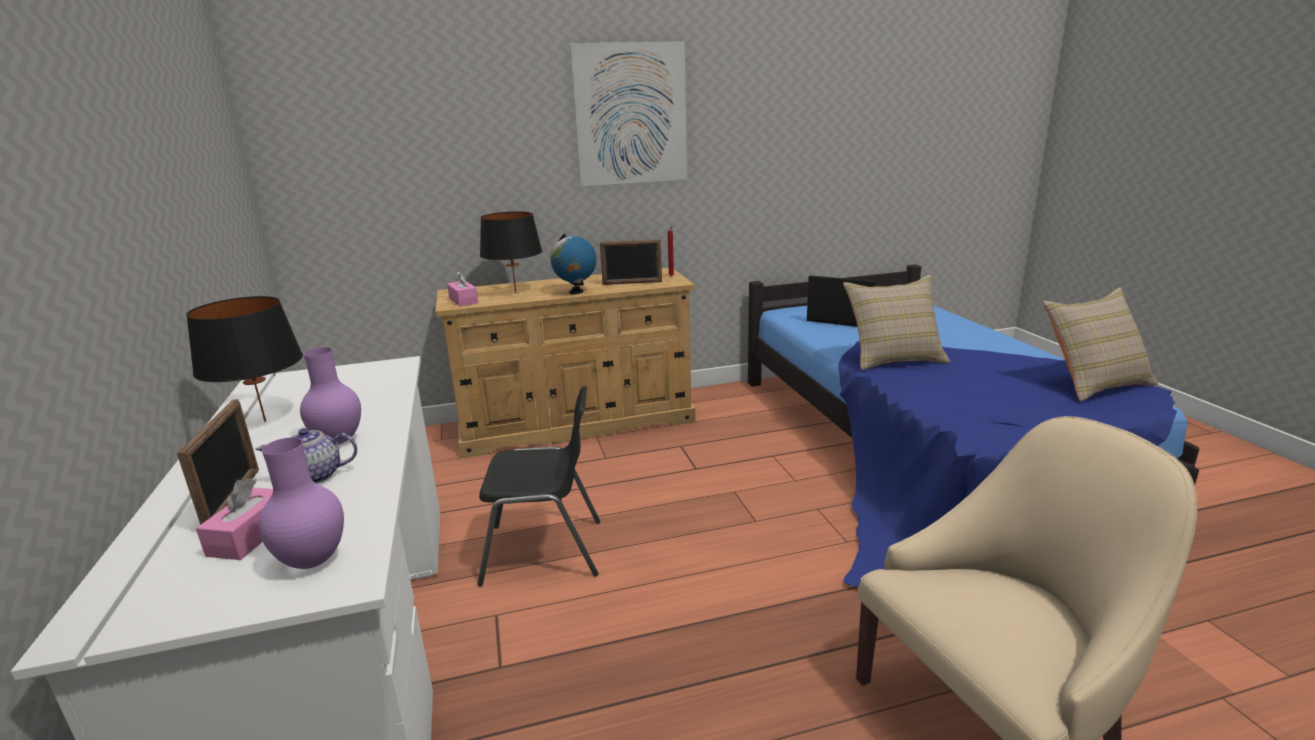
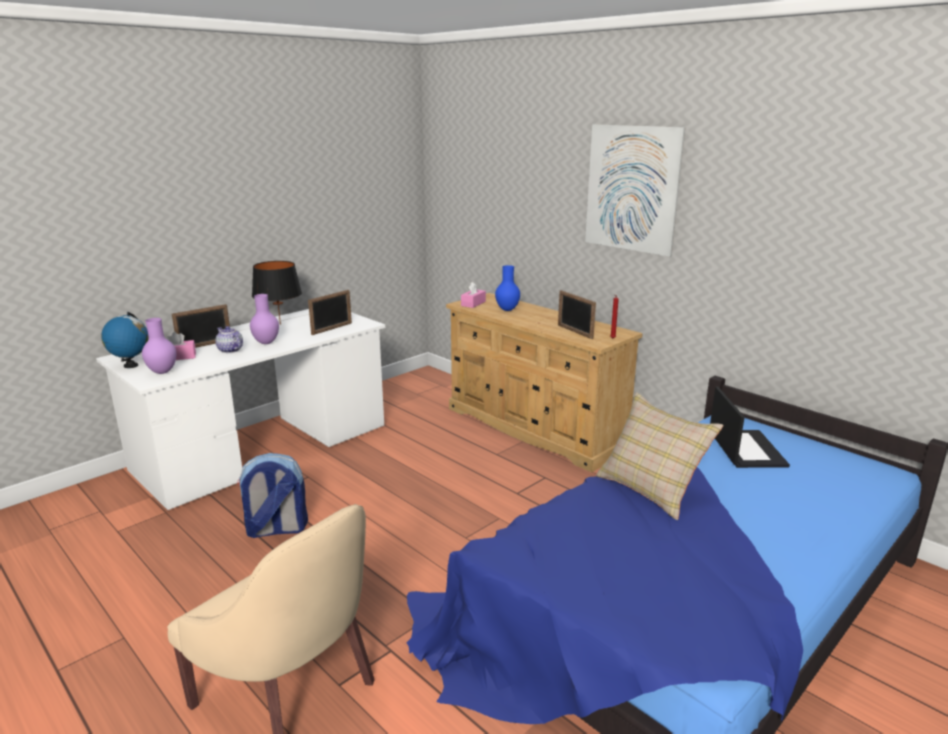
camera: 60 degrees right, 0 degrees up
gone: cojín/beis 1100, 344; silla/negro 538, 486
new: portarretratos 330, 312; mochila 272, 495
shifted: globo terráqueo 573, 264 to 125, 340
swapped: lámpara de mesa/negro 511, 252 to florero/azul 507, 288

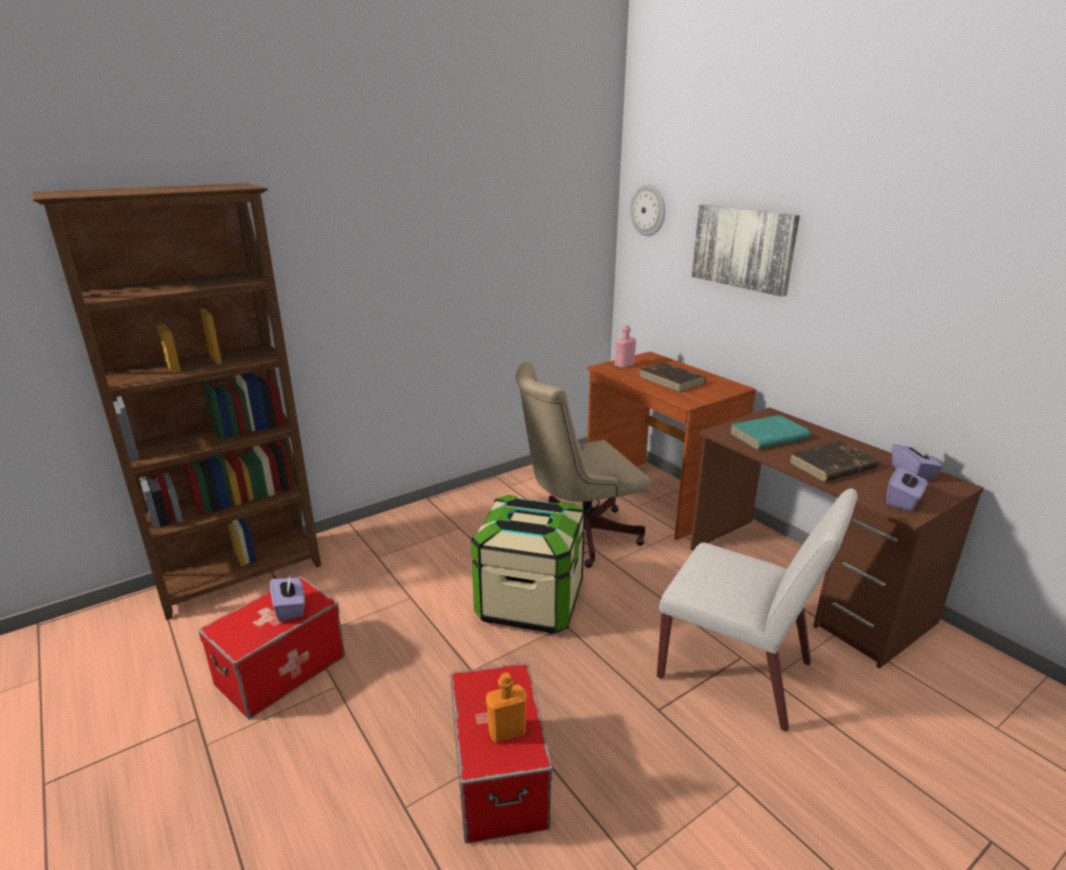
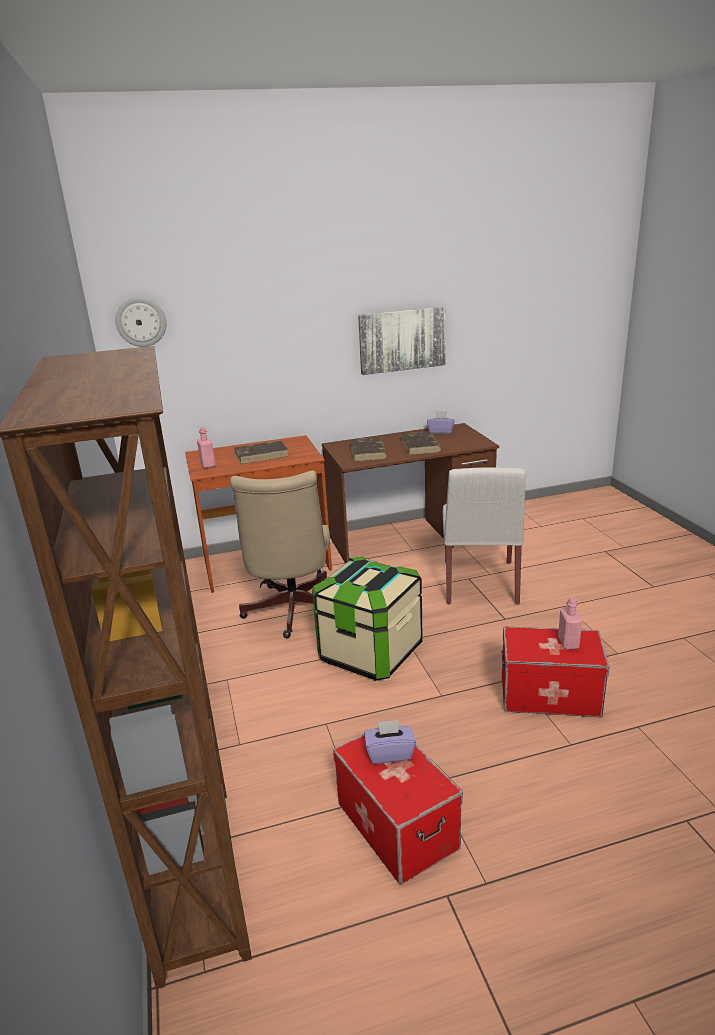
camera: 70 degrees left, 0 degrees up
gone: caja de pañuelos/morado 907, 489
shifted: cuadro 746, 250 to 402, 341
repainted: libro/turquesa 769, 432 to libro/marrón 368, 449; botella/naranja 506, 707 to botella/rosa 570, 623
rotated: silla/blanco 757, 610 = 484, 536 135 degrees clockwise

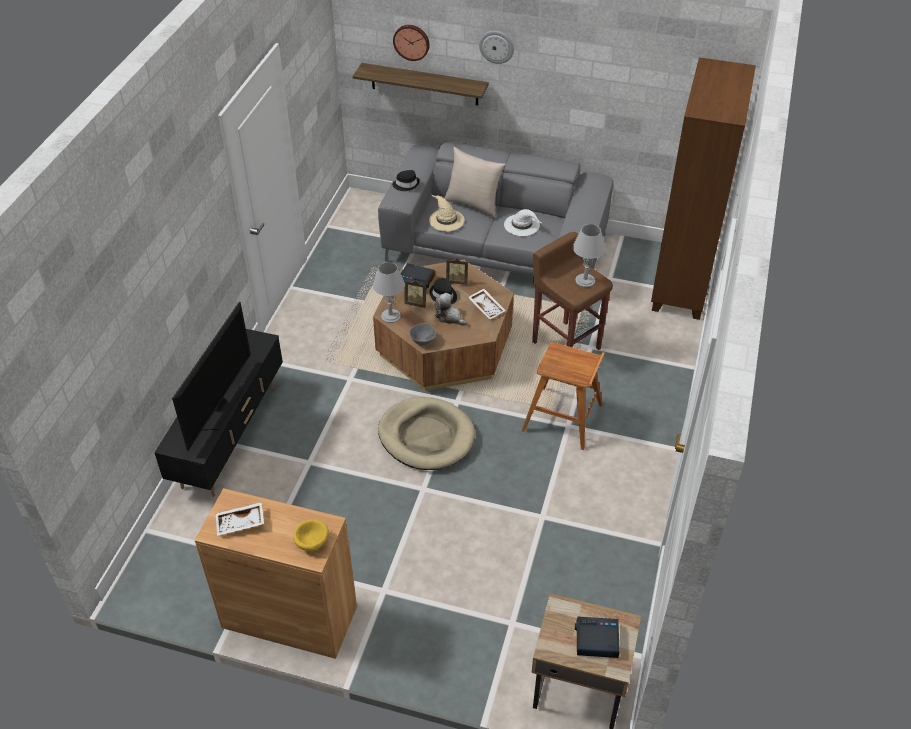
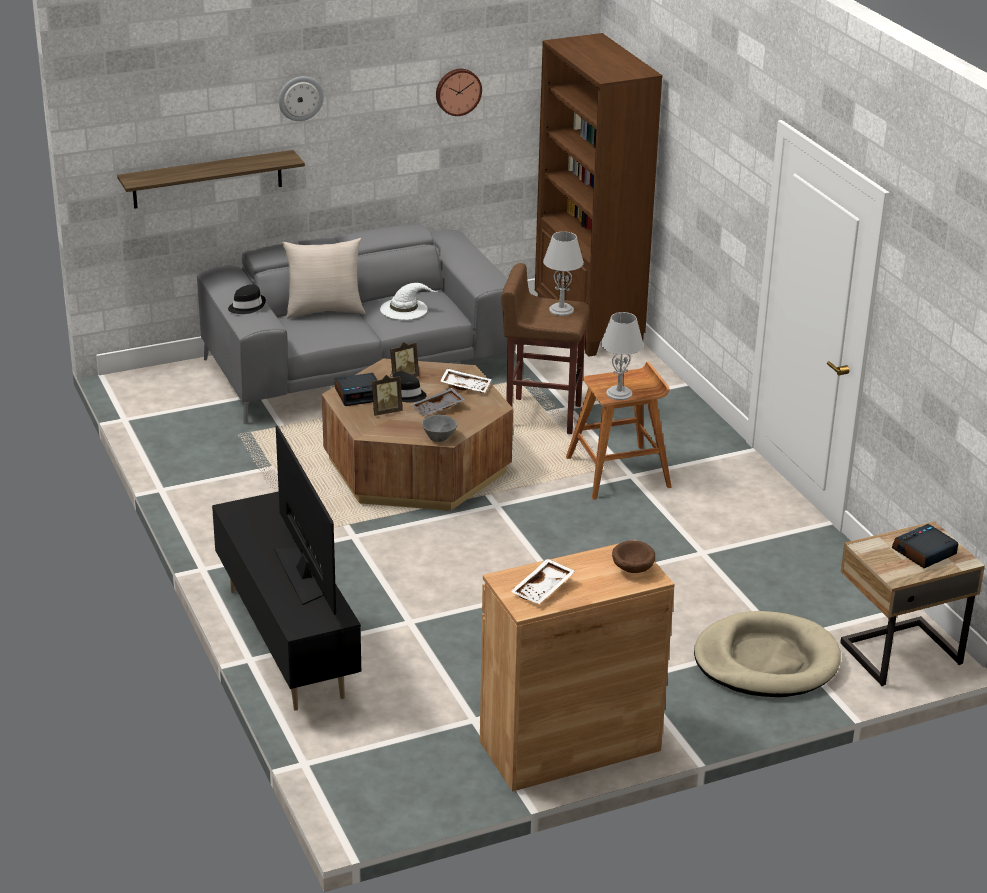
camera: 40 degrees left, 15 degrees down
gone: sombrero/beis 447, 212
shifted: reloj de pared 411, 43 to 459, 92; lámpara de mesa/gris 389, 292 to 622, 356; cama para perro/beis 426, 433 to 767, 654
swapped: peluche 450, 309 to bandeja/gris 438, 402
repainted: cuenco/amarillo 311, 535 to cuenco/marrón 633, 557

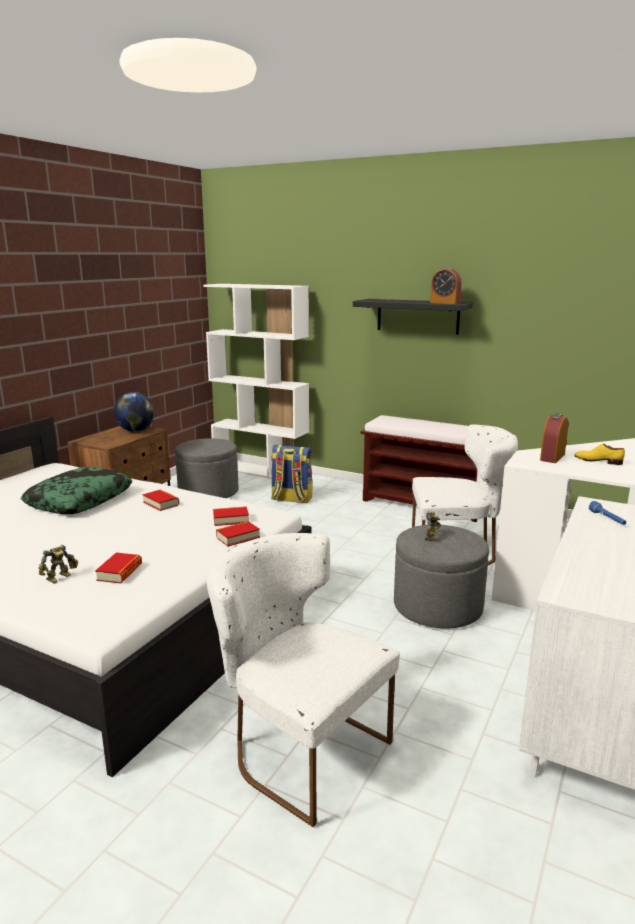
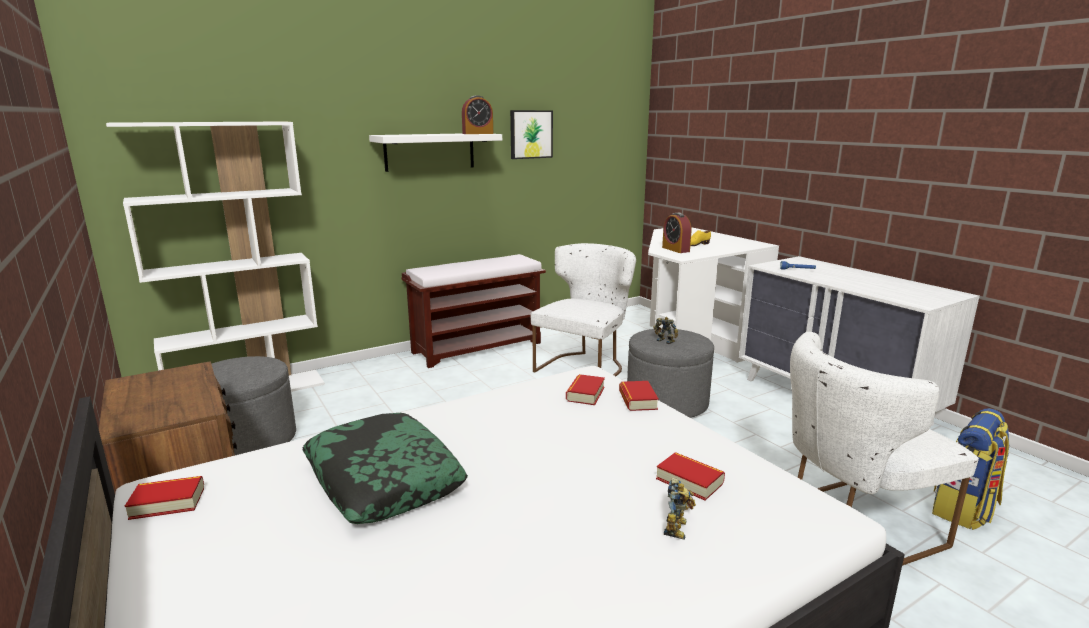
camera: 60 degrees left, 0 degrees up
gone: globo terráqueo 134, 412
new: cuadro 531, 134
shifted: mochila 292, 474 to 971, 469; libro 160, 500 to 164, 498
repainted: estante/negro 413, 317 to estante/blanco 435, 152
rotated: robot de juguete 58, 564 = 680, 509 45 degrees clockwise

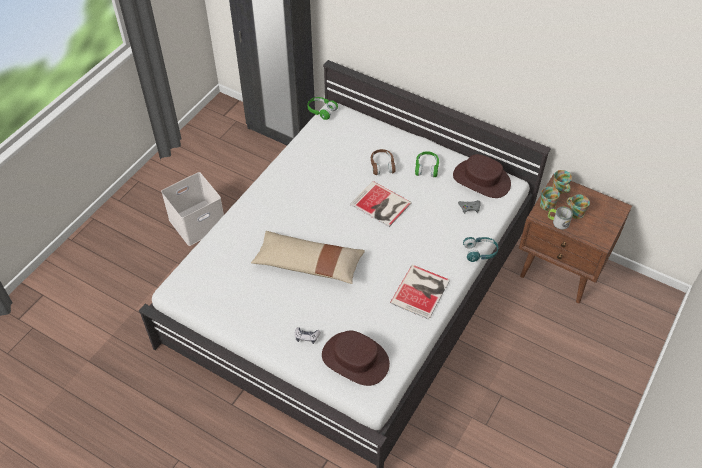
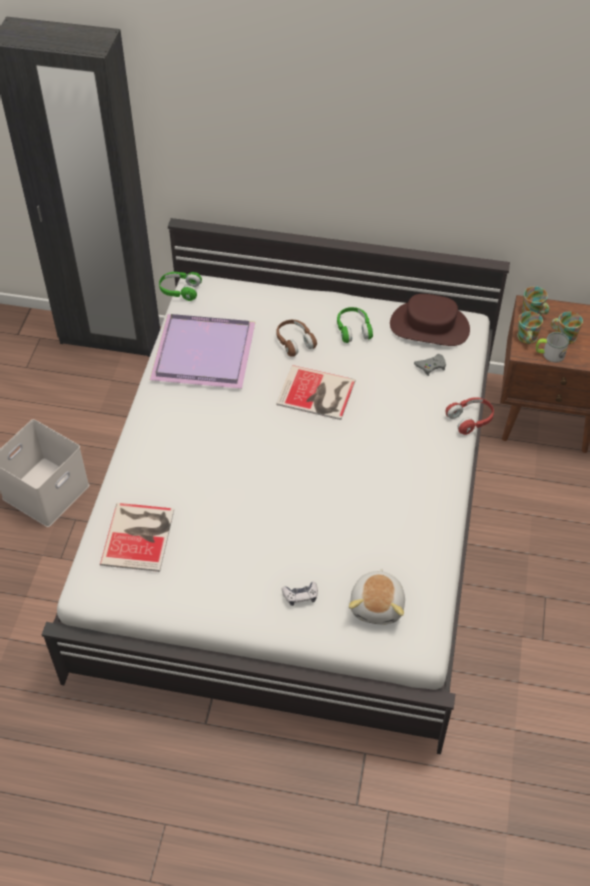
camera: 20 degrees left, 0 degrees up
gone: cojín/beis 308, 257
new: bandeja/morado 202, 351
shifted: libro 420, 292 to 137, 537
swapped: sombrero/marrón 356, 358 to peluche 377, 597
repainted: auriculares/turquesa 480, 249 to auriculares/rojo 470, 416

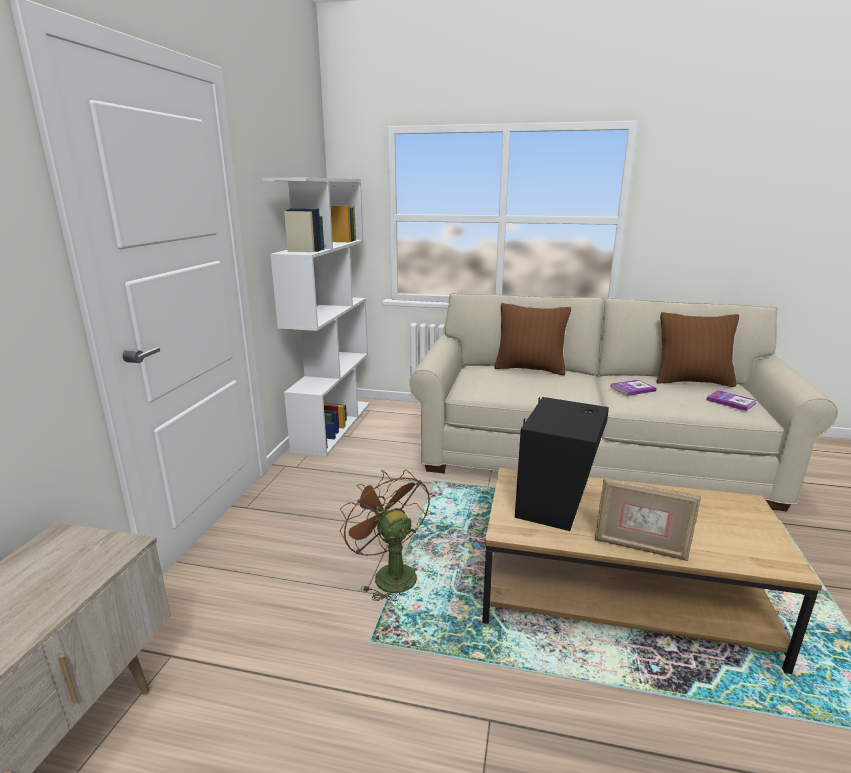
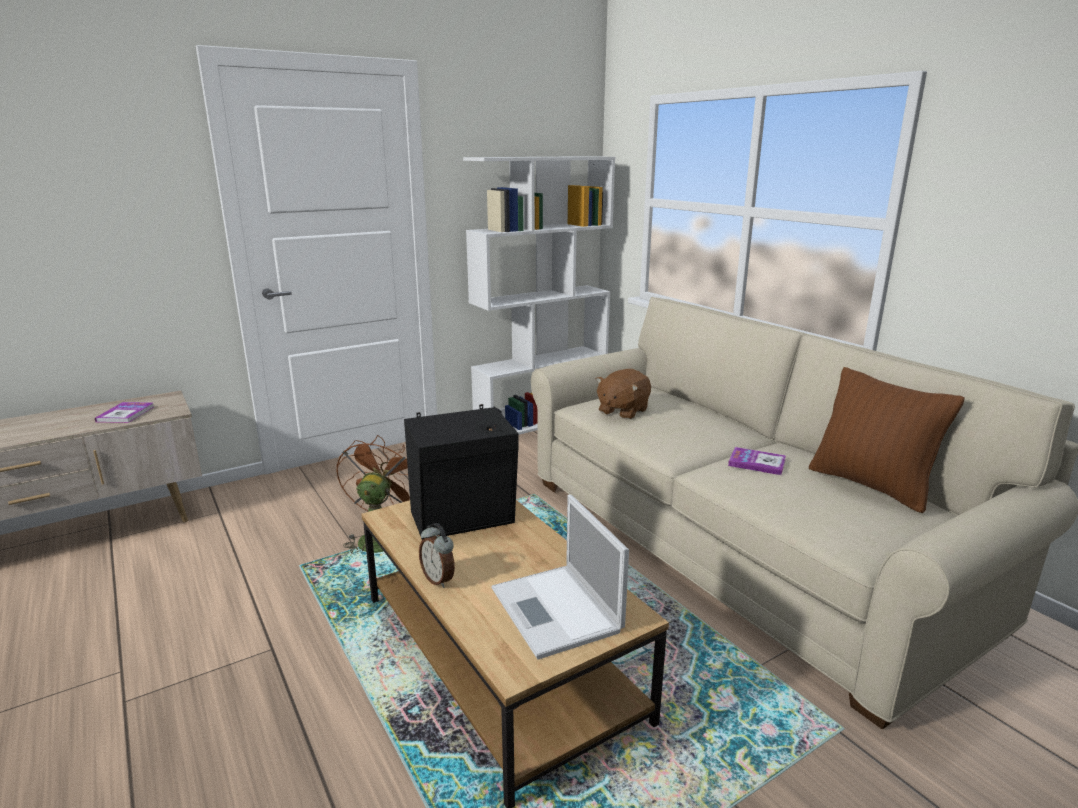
camera: 45 degrees right, 0 degrees up
gone: cojín/marrón 532, 339
new: peluche/marrón 623, 394; portátil 560, 577
shifted: libro 732, 400 to 124, 412
swapped: portarretratos 648, 519 to despertador 437, 555

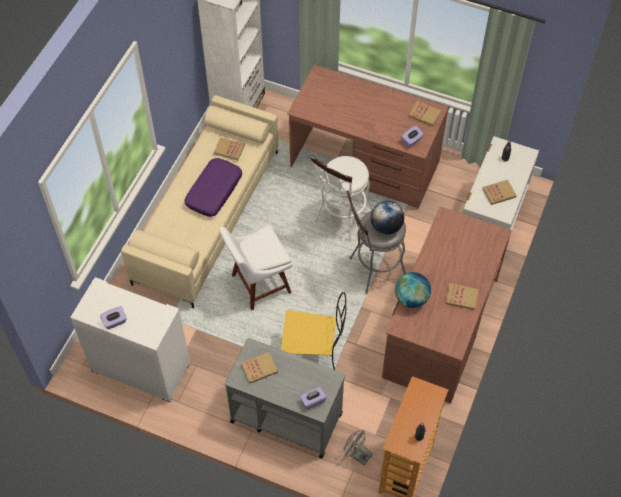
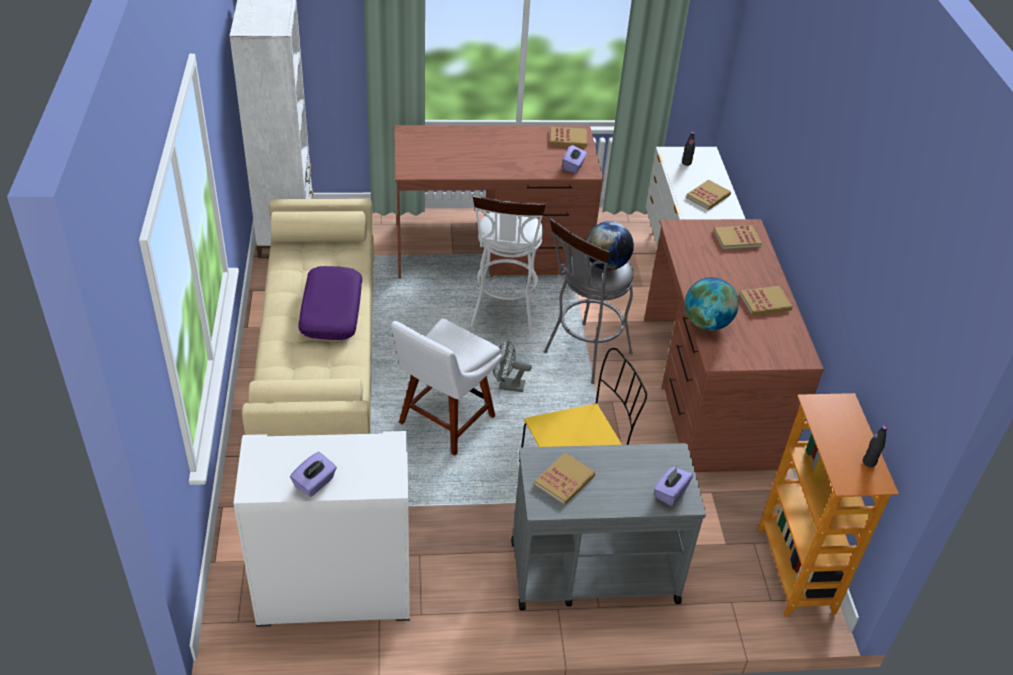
camera: 30 degrees left, 15 degrees down
shifted: libro 229, 149 to 738, 237; ventilador/gris 358, 447 to 512, 366

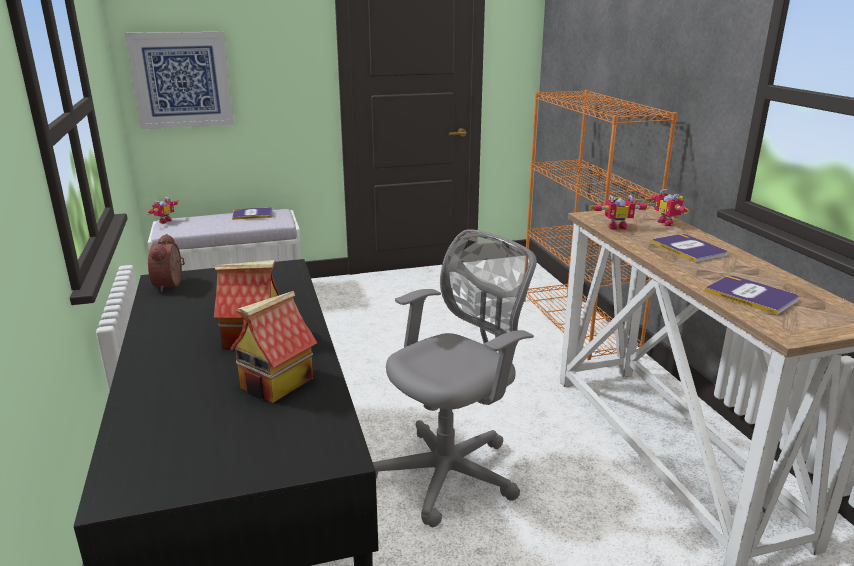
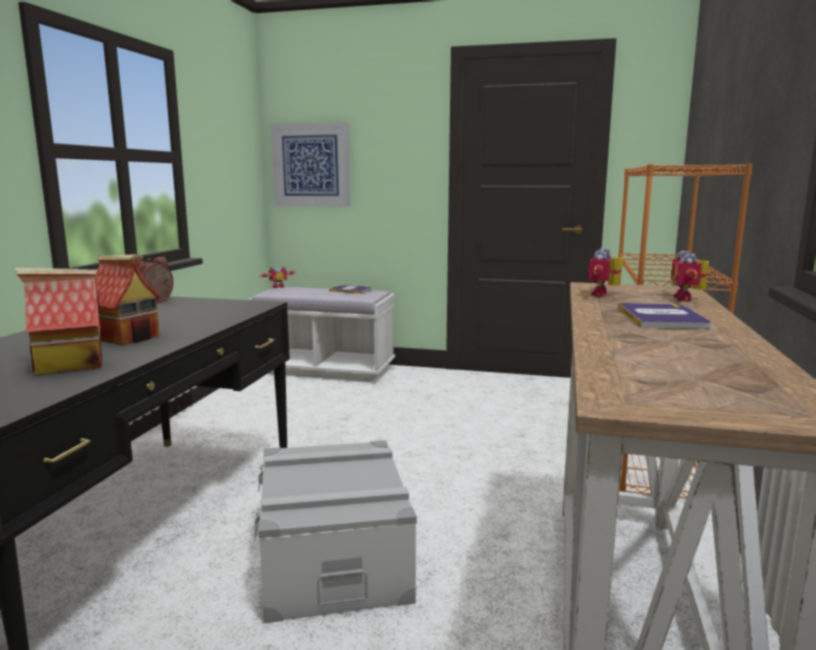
camera: 30 degrees right, 10 degrees down
gone: libro 751, 295
swapped: silla de oficina/gris 455, 378 to caja de almacenaje/gris 335, 531
rotated: robot de juguete 620, 212 = 605, 272 90 degrees clockwise

